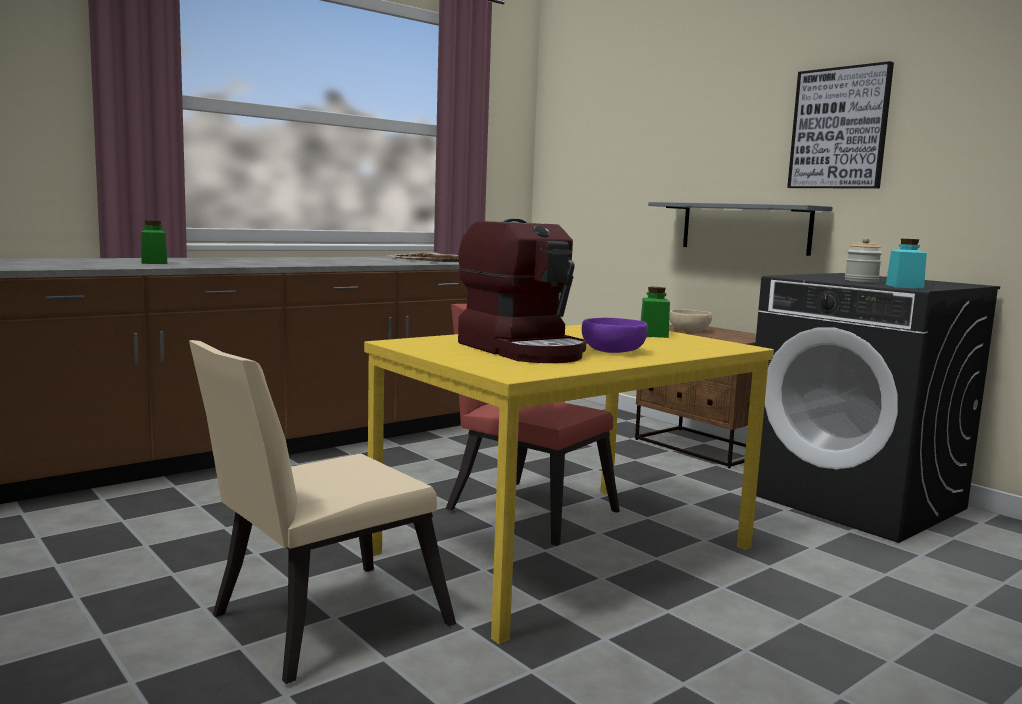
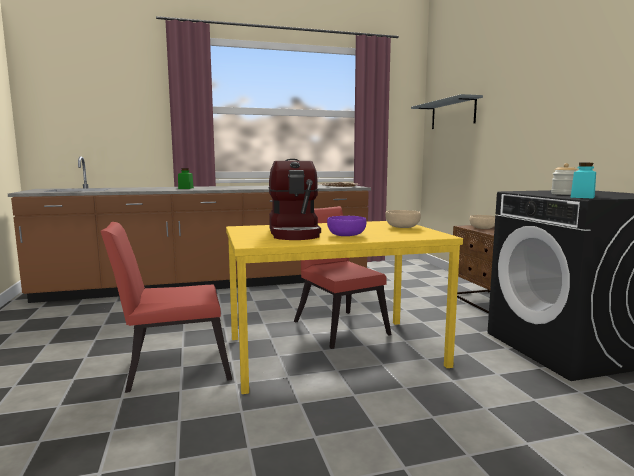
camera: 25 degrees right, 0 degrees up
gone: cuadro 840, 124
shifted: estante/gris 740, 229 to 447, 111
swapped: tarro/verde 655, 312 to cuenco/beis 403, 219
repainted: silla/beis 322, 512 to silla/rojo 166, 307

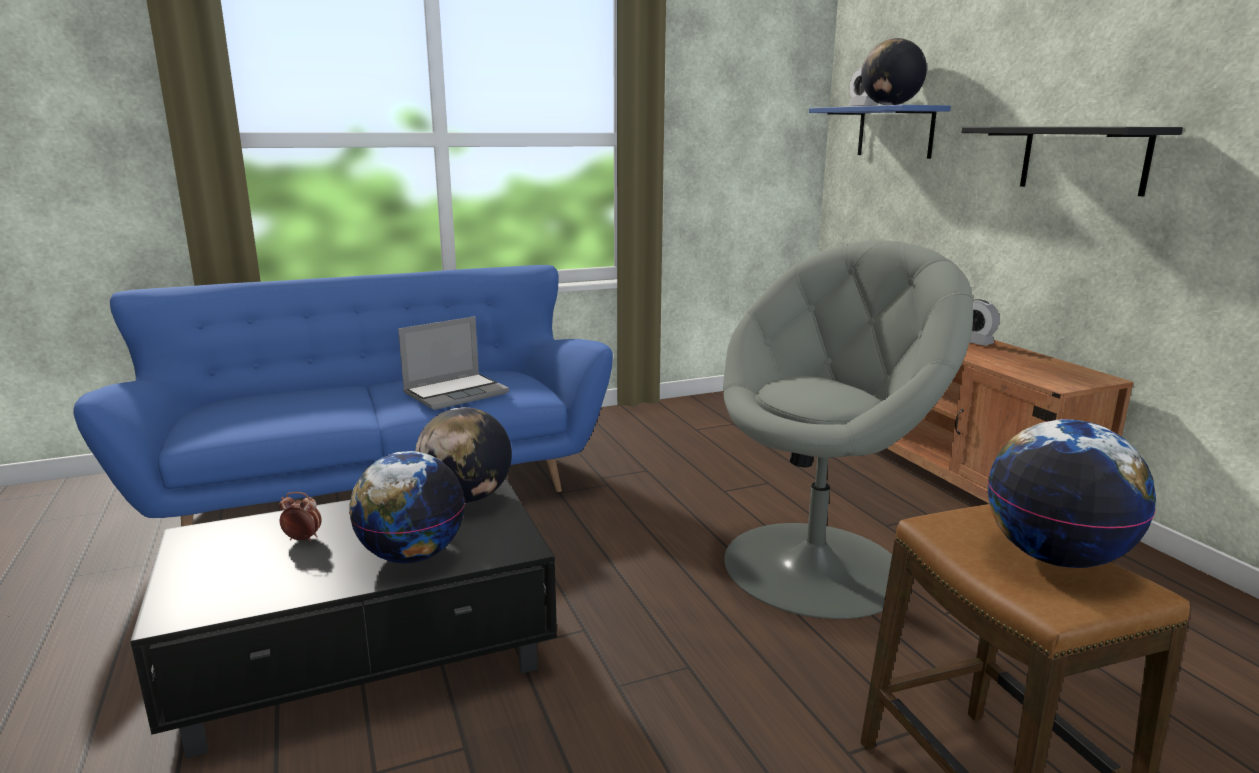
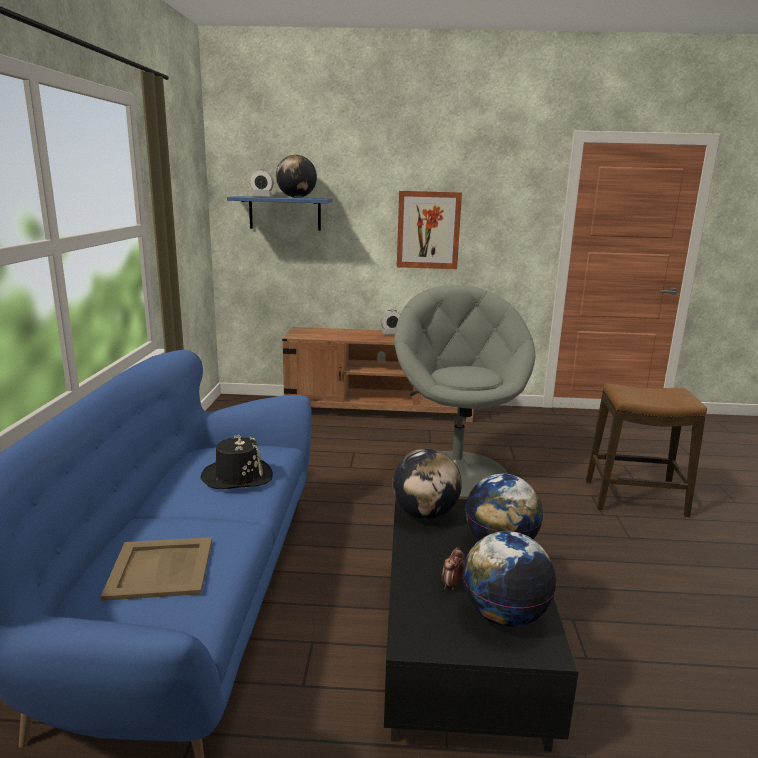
camera: 65 degrees left, 0 degrees up
new: bandeja/beis 156, 569
shifted: globo terráqueo 1072, 493 to 509, 579
swapped: estante/negro 1072, 162 to cuadro 429, 230; portátil 453, 363 to sombrero/negro 237, 462

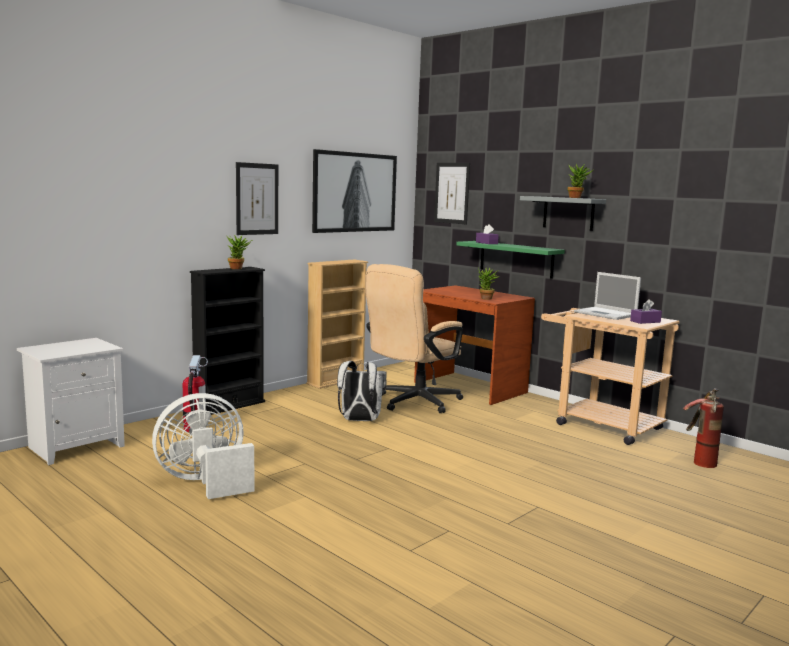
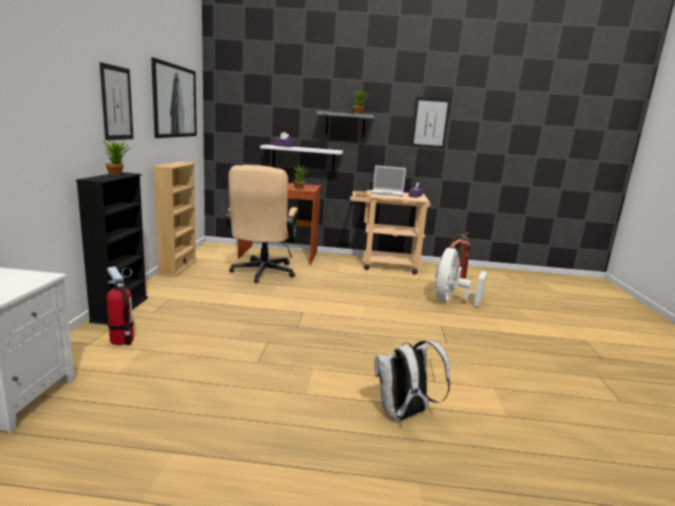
camera: 40 degrees left, 5 degrees up
shifted: cuadro 452, 193 to 431, 123; mochila/blanco 362, 391 to 412, 380; ventilador/blanco 203, 446 to 460, 277
repainted: estante/verde 510, 260 to estante/blanco 301, 158

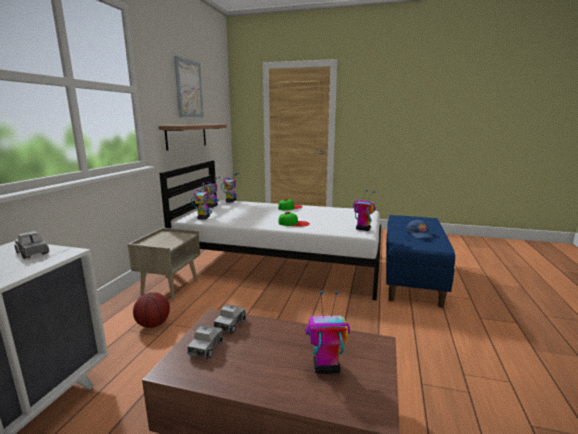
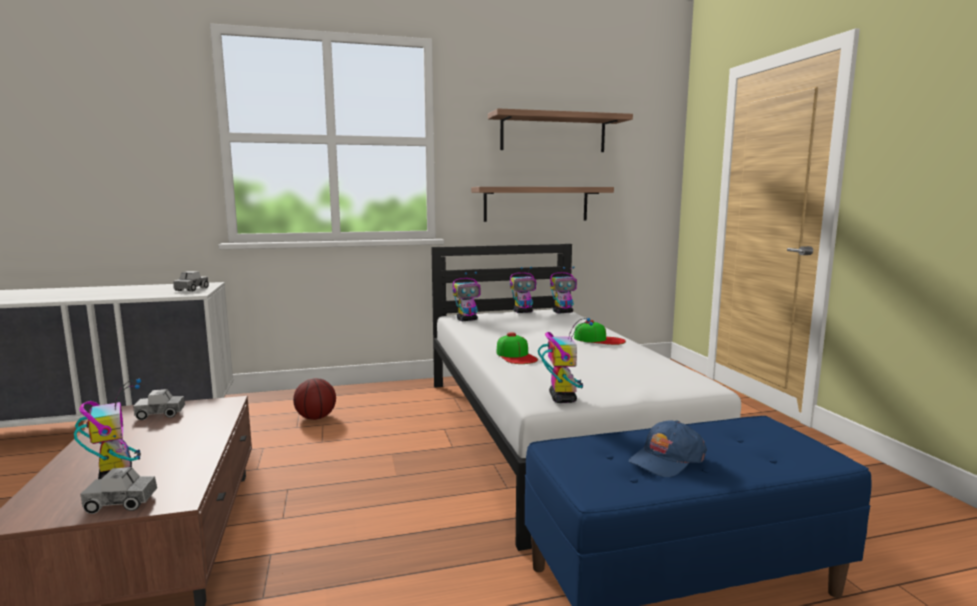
camera: 60 degrees right, 5 degrees down
gone: mesita de noche/beis 164, 264
shifted: camión de juguete 230, 319 to 119, 490
swapped: cuadro 189, 86 to estante 560, 130

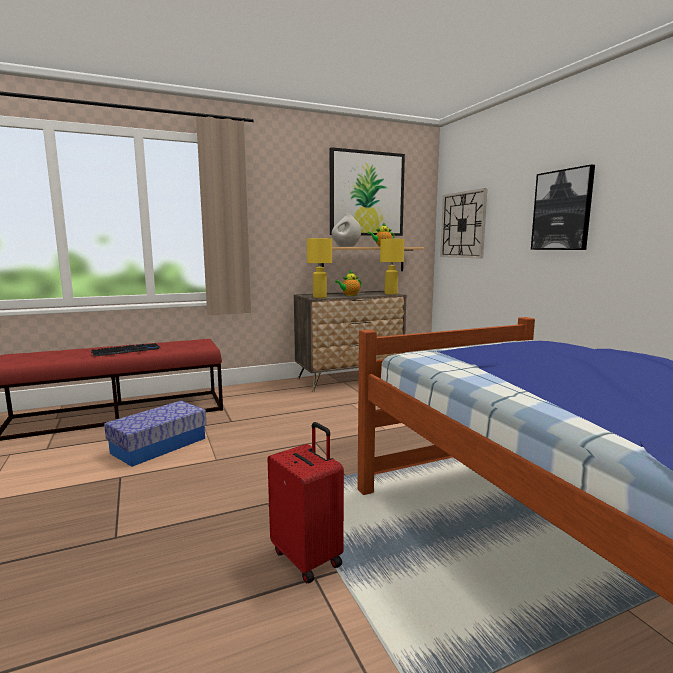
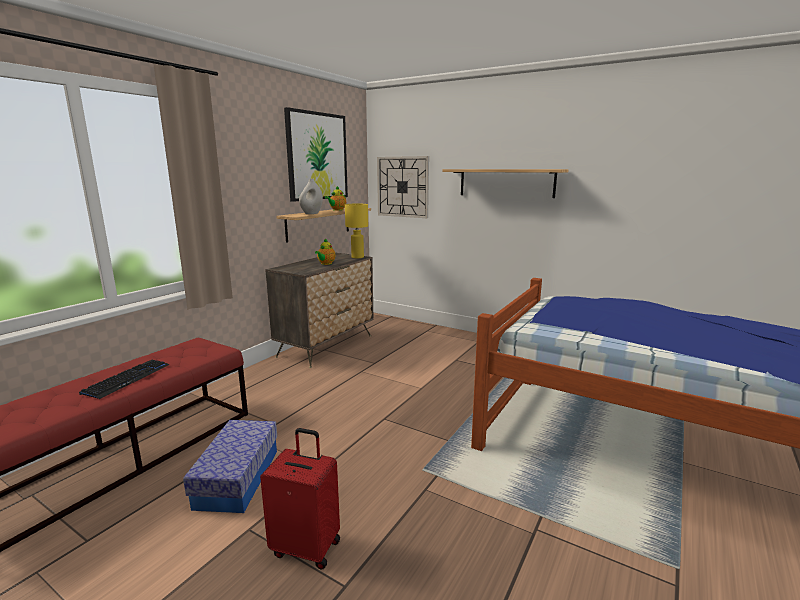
camera: 35 degrees left, 5 degrees up
gone: lámpara de mesa/amarillo 319, 268
shifted: maleta/rojo 305, 503 to 300, 499
swapped: cuadro 563, 207 to estante 505, 183

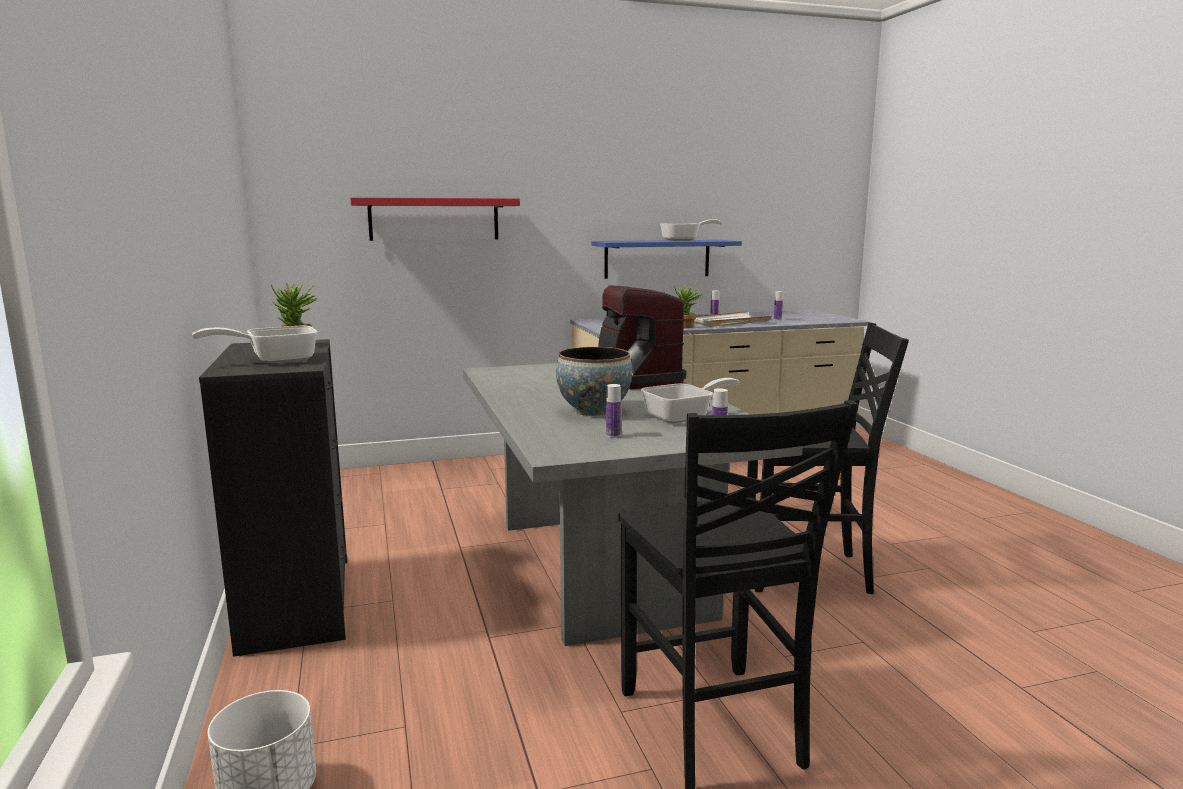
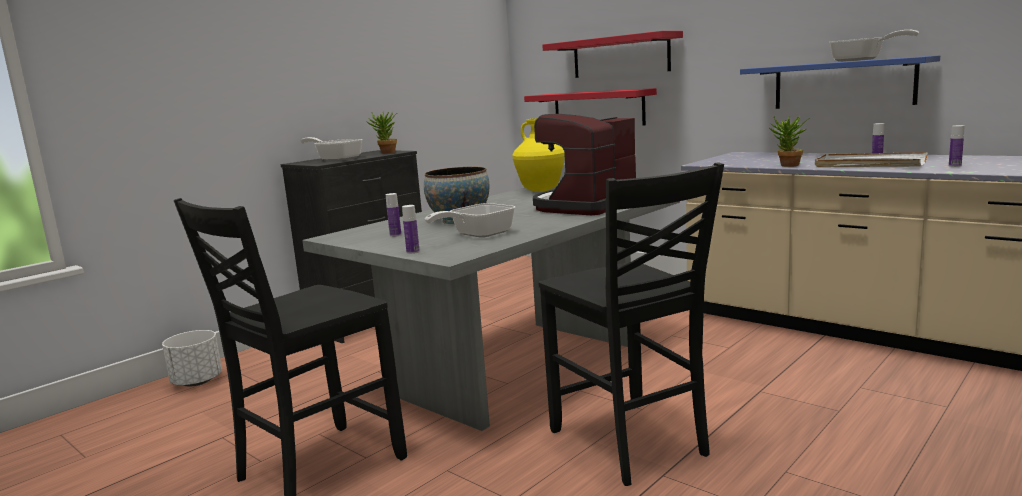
camera: 60 degrees right, 0 degrees up
new: estante/rojo 590, 106; florero/amarillo 539, 155
rotated: sartén 690, 400 = 470, 220 105 degrees clockwise

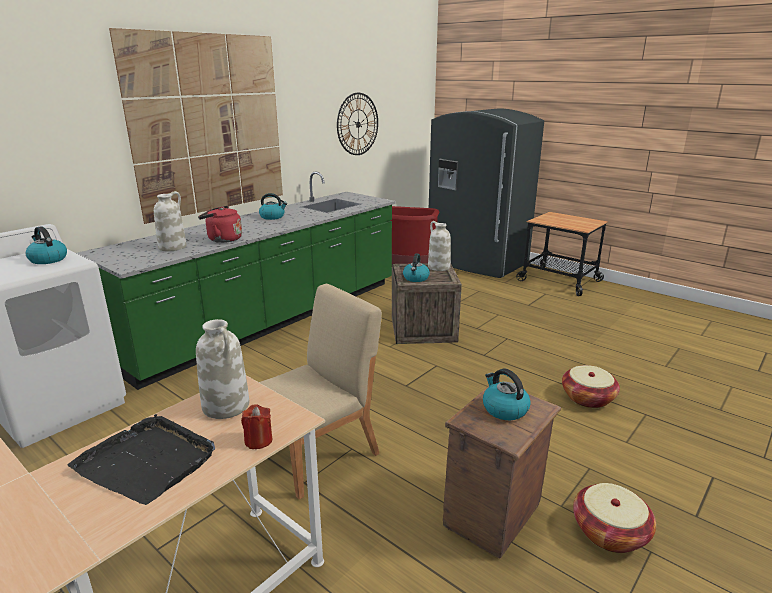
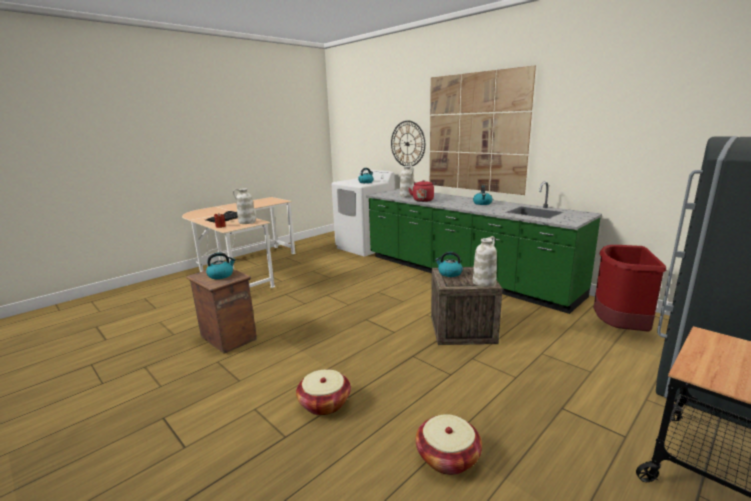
camera: 95 degrees right, 5 degrees down
gone: silla/beis 320, 392
shifted: reloj de pared 357, 124 to 408, 143; cesta 614, 518 to 449, 444

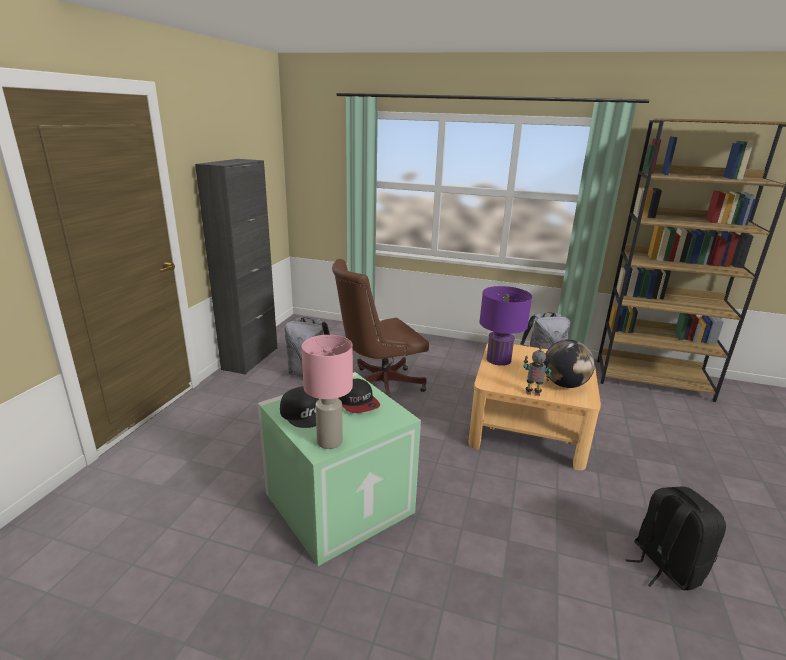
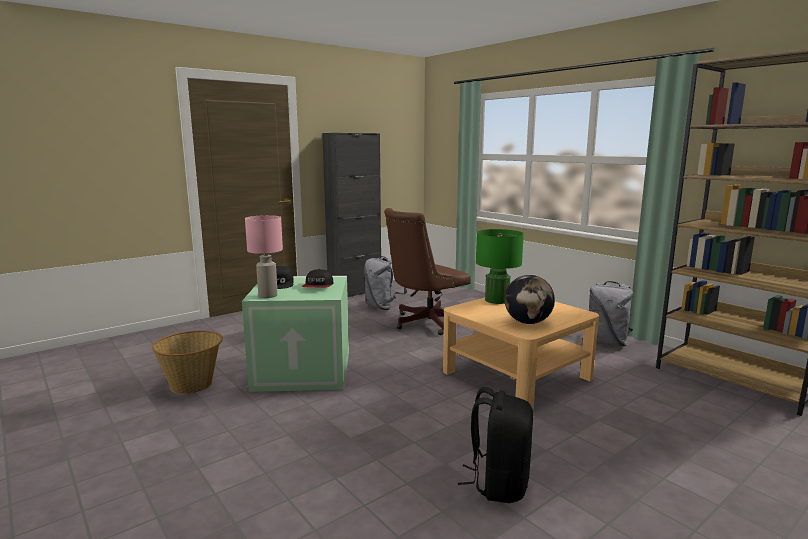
camera: 35 degrees right, 10 degrees down
gone: robot de juguete 537, 371
new: cesta 187, 362
repainted: lámpara de mesa/morado 505, 326 to lámpara de mesa/verde 500, 266
rotated: silla de oficina/marrón 380, 328 = 427, 271 45 degrees counterclockwise

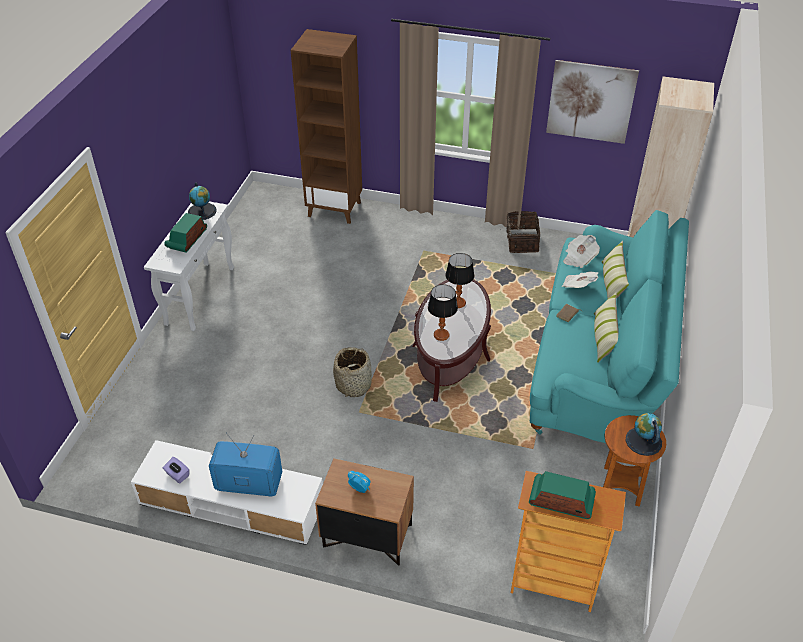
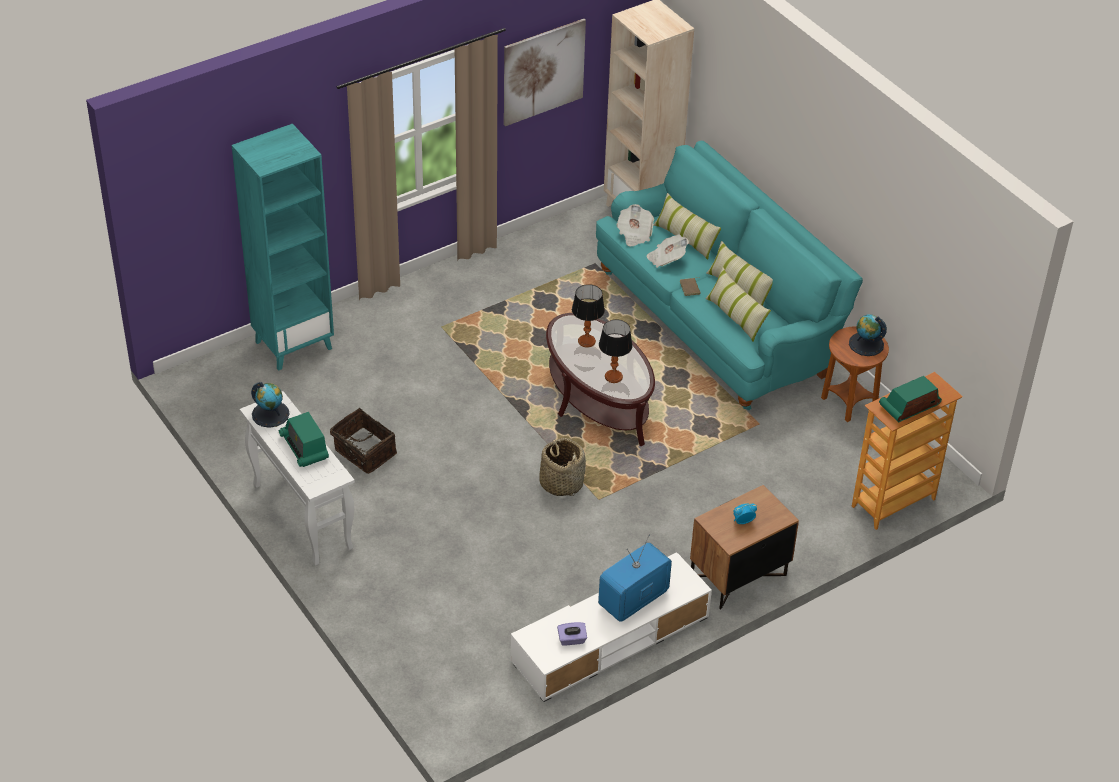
camera: 50 degrees left, 0 degrees up
new: cojín 738, 305
shifted: cesta 523, 232 to 363, 441
repainted: estantería/marrón 326, 126 to estantería/turquesa 283, 247

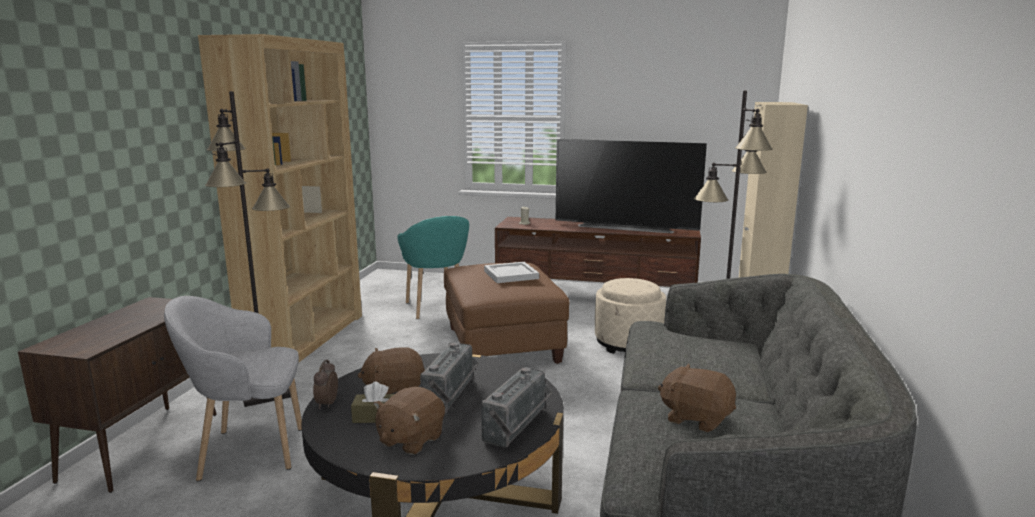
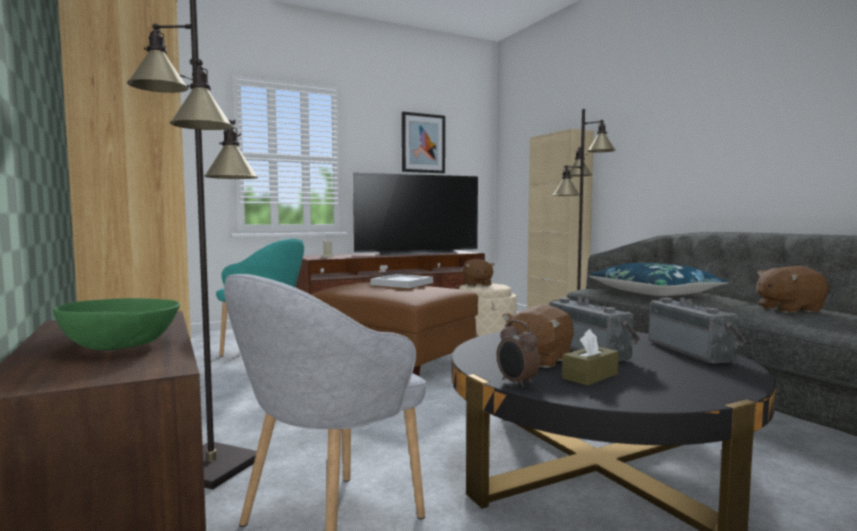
camera: 40 degrees left, 10 degrees down
new: cuadro 423, 142; cojín/azul 658, 279; cuenco/verde 116, 324
shifted: peluche/marrón 409, 421 to 478, 272

